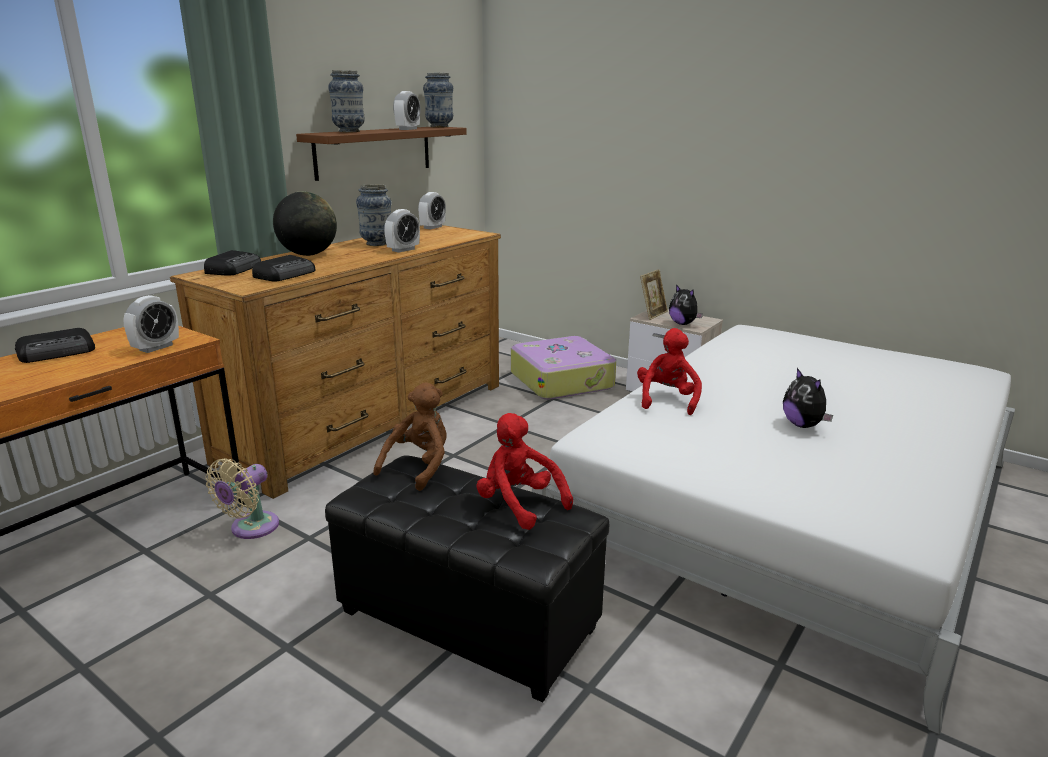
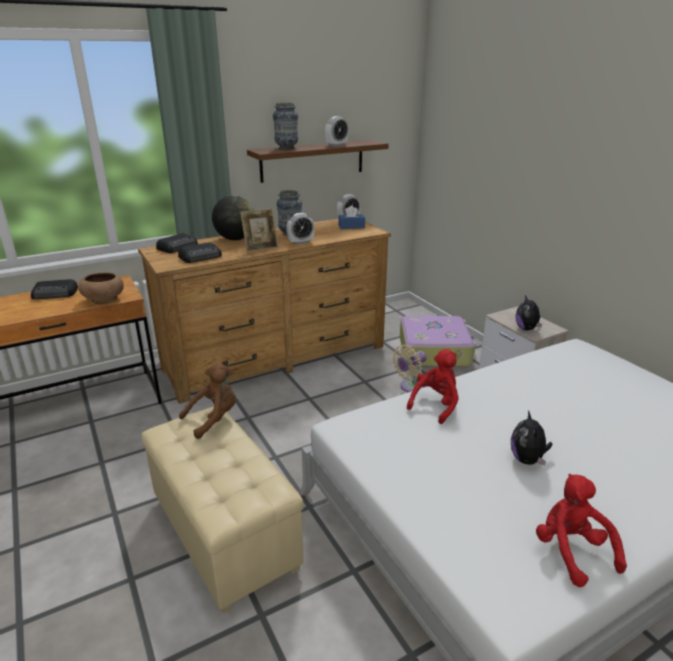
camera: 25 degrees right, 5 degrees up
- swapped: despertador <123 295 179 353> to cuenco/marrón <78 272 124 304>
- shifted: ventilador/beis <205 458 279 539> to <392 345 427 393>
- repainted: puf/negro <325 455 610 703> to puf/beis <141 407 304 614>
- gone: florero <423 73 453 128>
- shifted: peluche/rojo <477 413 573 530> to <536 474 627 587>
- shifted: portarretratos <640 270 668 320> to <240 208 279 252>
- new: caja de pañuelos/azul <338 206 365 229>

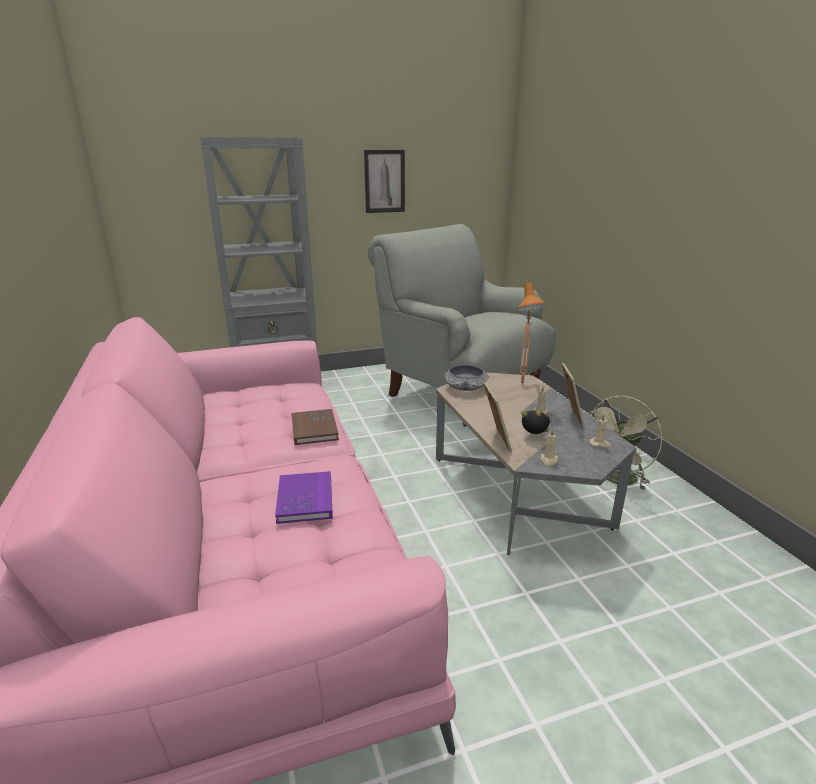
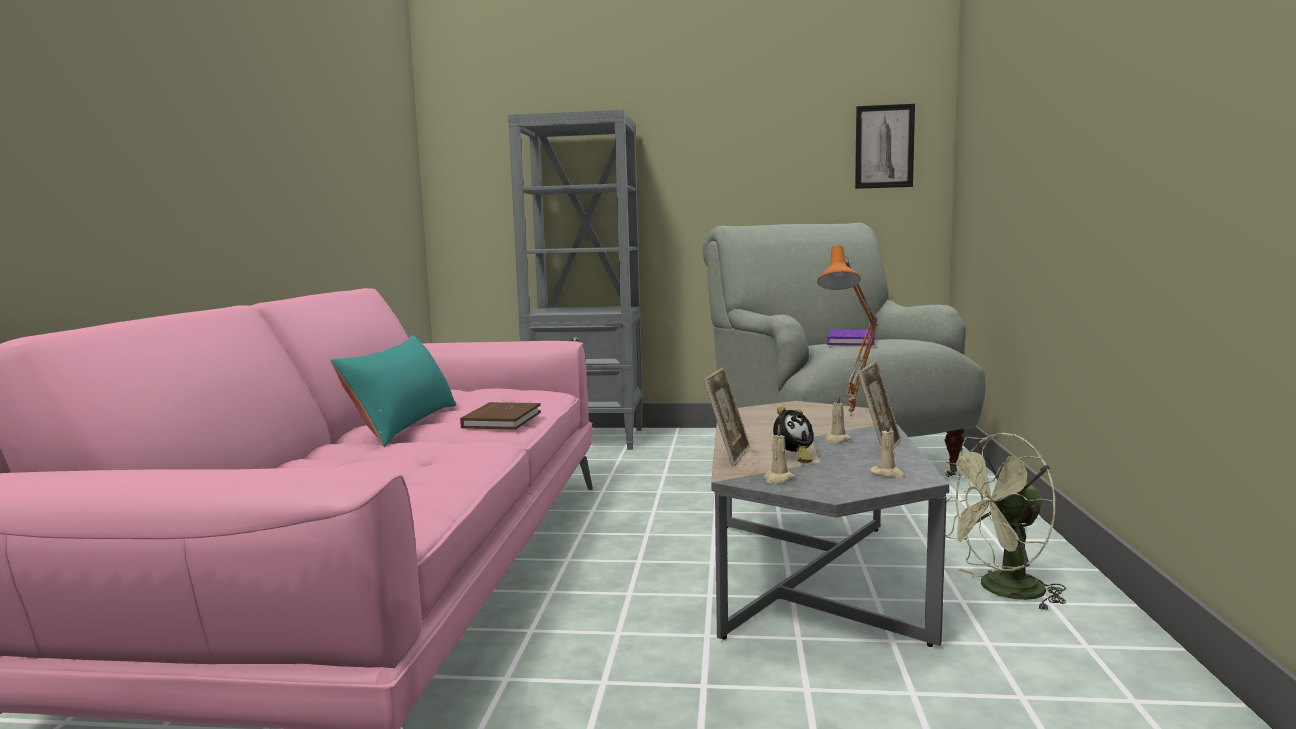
camera: 25 degrees right, 15 degrees down
- shifted: libro/morado <275 471 333 524> to <827 330 875 346>
- shifted: cuadro <364 150 405 213> to <855 104 915 189>
- gone: cuenco <444 365 489 391>
- rotated: despertador <521 410 550 434> = <773 406 814 463> 90 degrees clockwise
- new: cojín/turquesa <331 335 456 447>

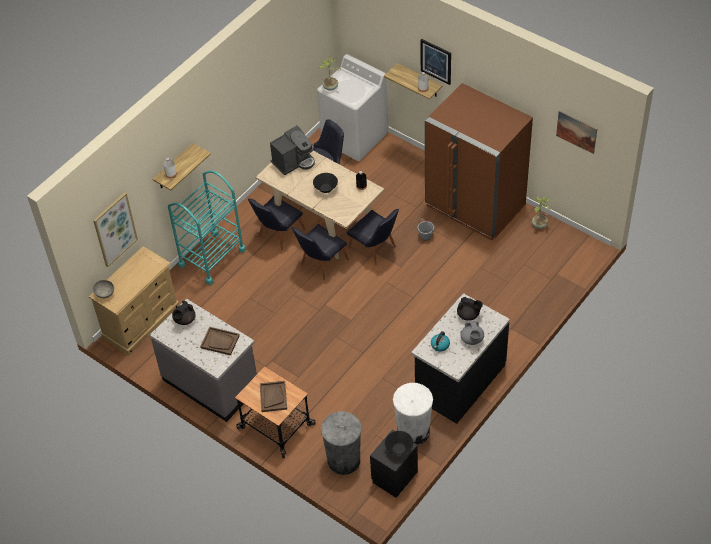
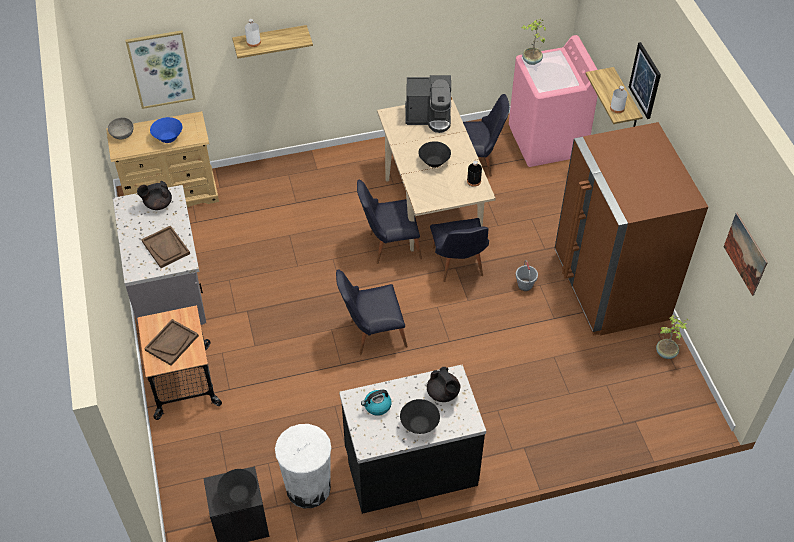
camera: 35 degrees right, 0 degrees up
- gone: carrito/turquesa <168 170 246 285>
- shifted: silla/negro <248 196 305 250> to <336 269 408 355>
- repainted: lavadora/blanco <317 54 389 161> to lavadora/rosa <509 35 598 167>
- gone: papelera/gris <321 411 361 475>
- swapped: tetera/gris <460 320 484 345> to cuenco/negro <400 399 440 434>
- new: cuenco/azul <150 117 182 143>

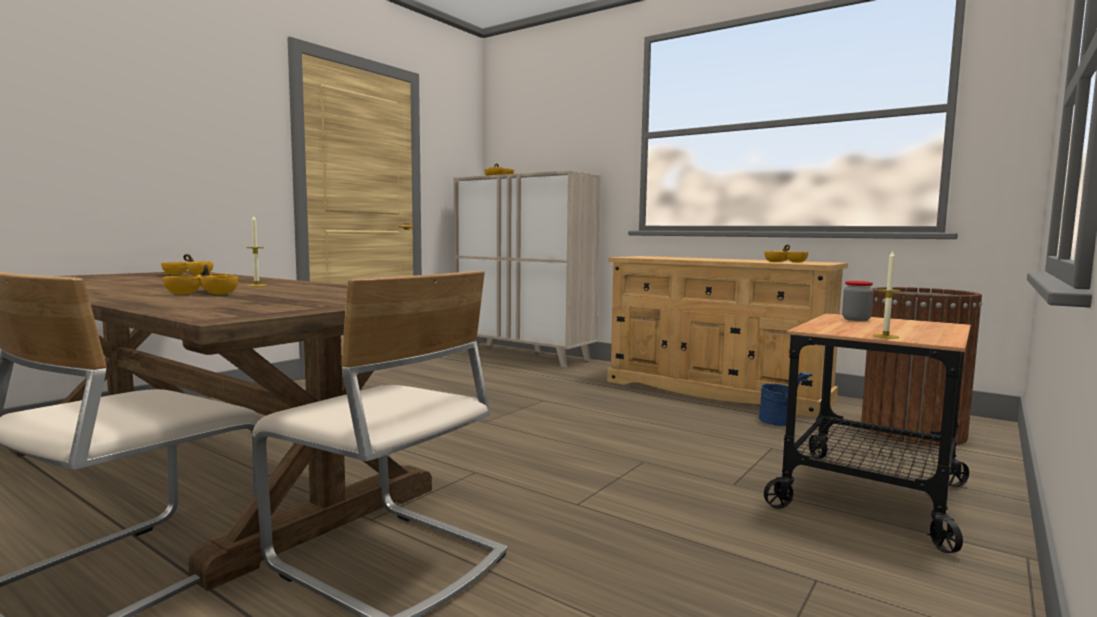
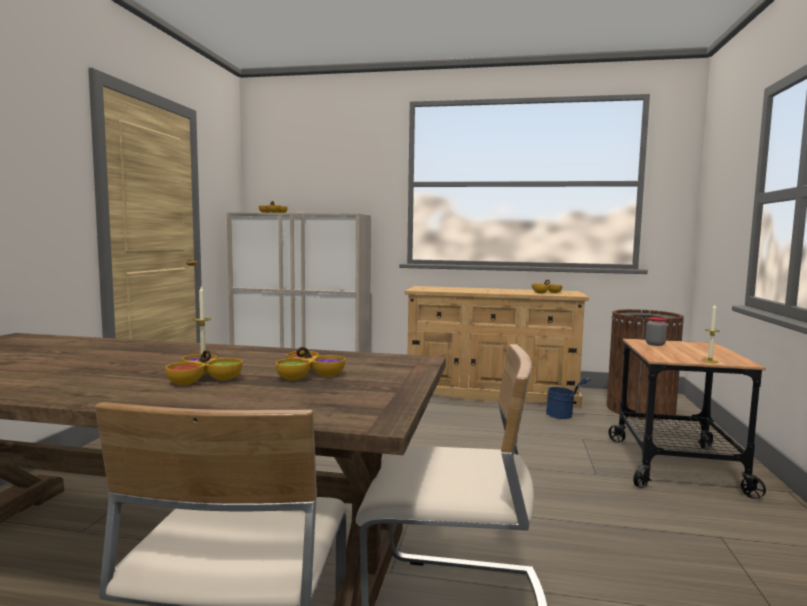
camera: 25 degrees left, 0 degrees up
- shifted: cuenco <161 254 213 275> to <276 347 345 380>

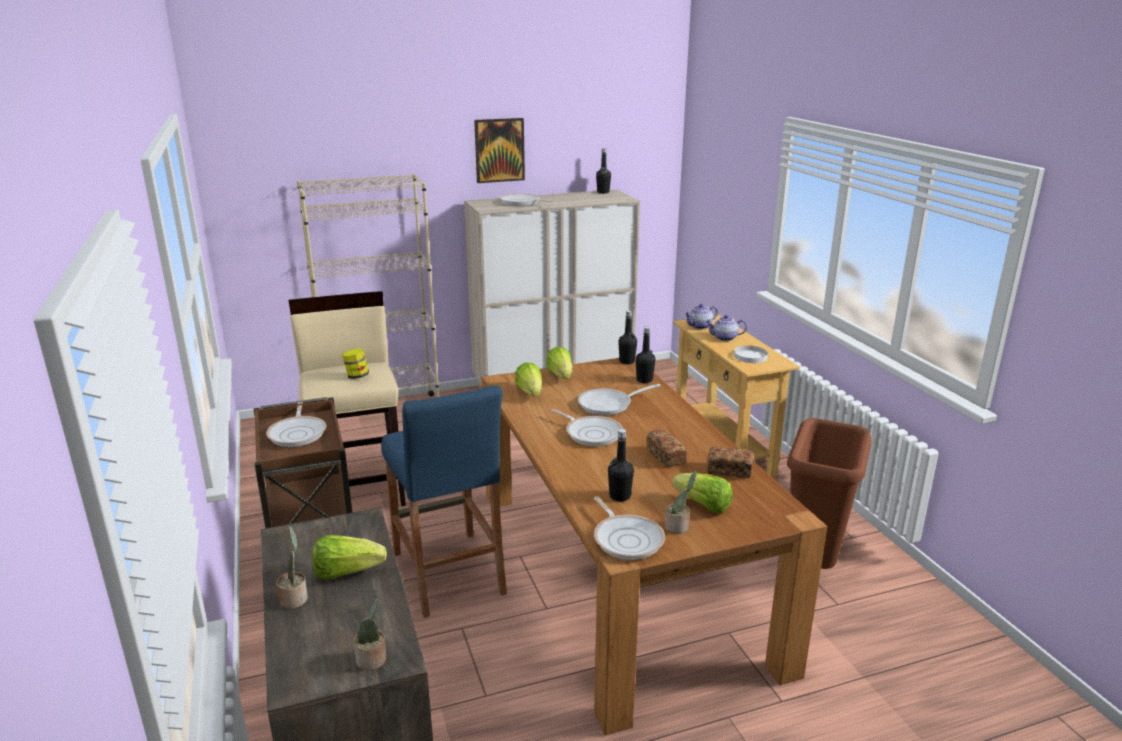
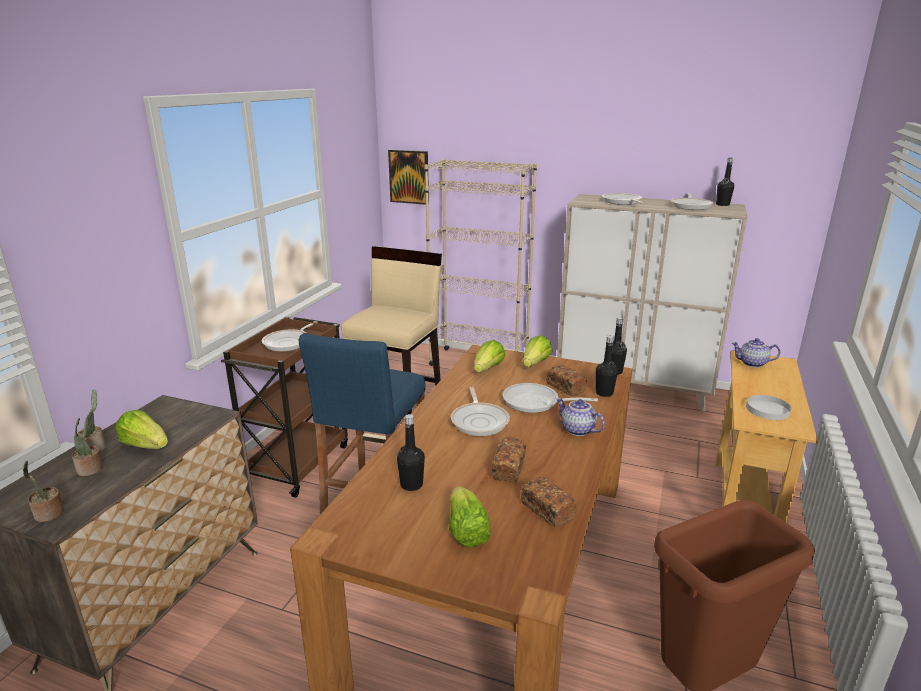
camera: 40 degrees right, 0 degrees up
- gone: tarro <342 349 369 379>
- shifted: cuadro <474 118 525 183> to <388 150 429 205>
- shifted: sartén <594 497 665 560> to <671 193 713 210>
- shifted: planta en maceta <665 471 697 533> to <72 418 103 476>
- shifted: tetera <705 315 747 341> to <556 398 605 436>
- new: pan <546 365 587 396>

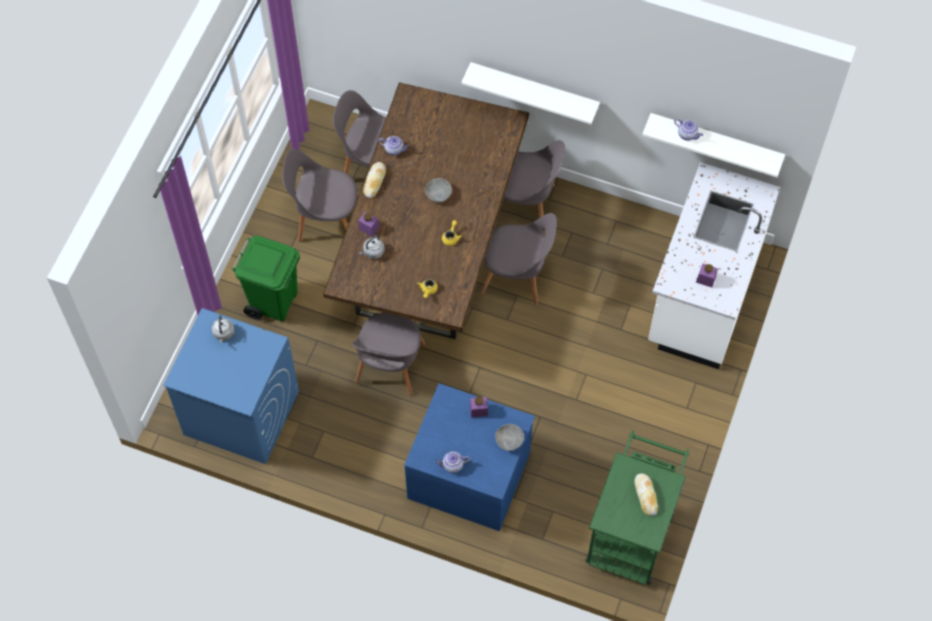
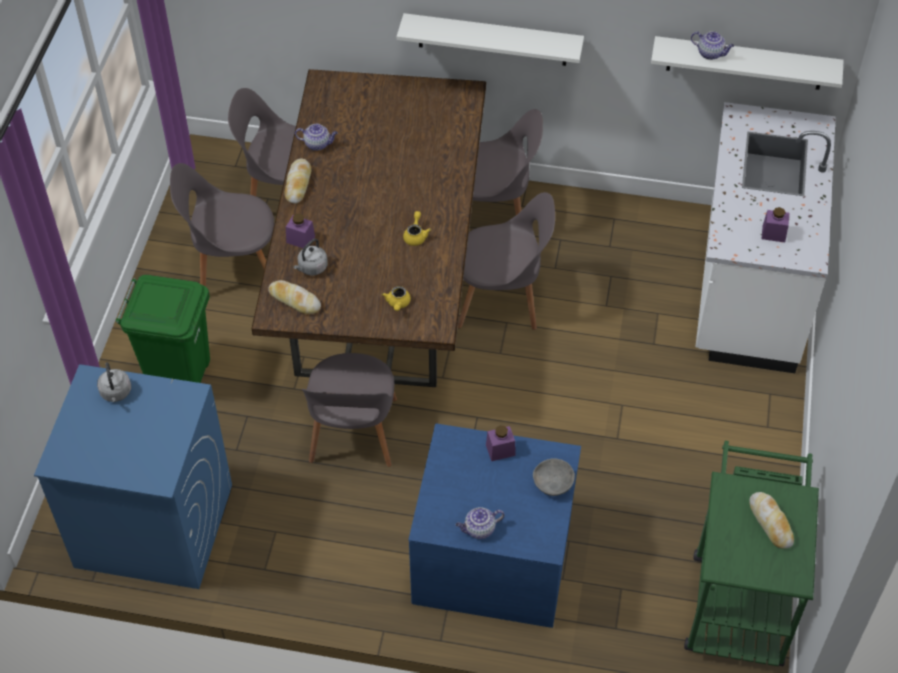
camera: 10 degrees left, 10 degrees down
- gone: cuenco/gris <425 178 452 202>
- new: pan <268 280 321 315>

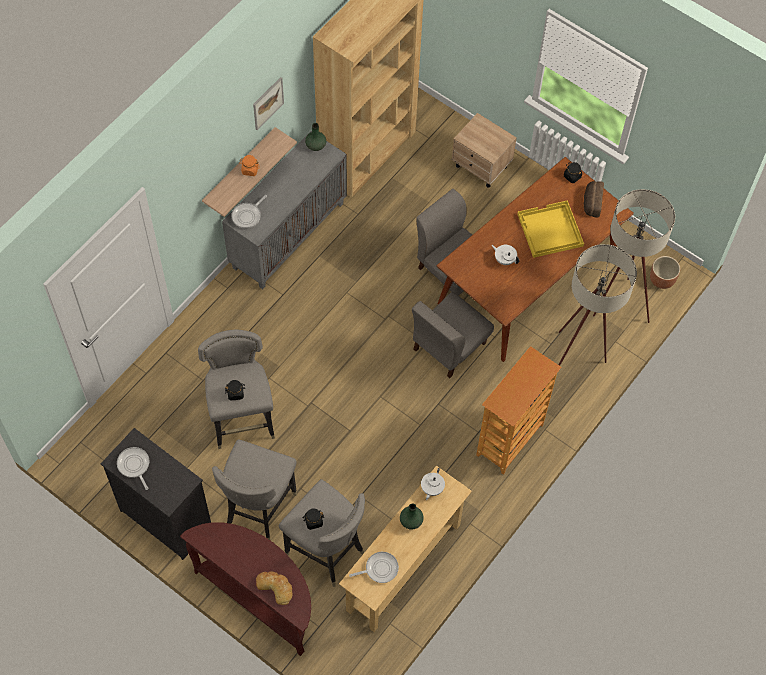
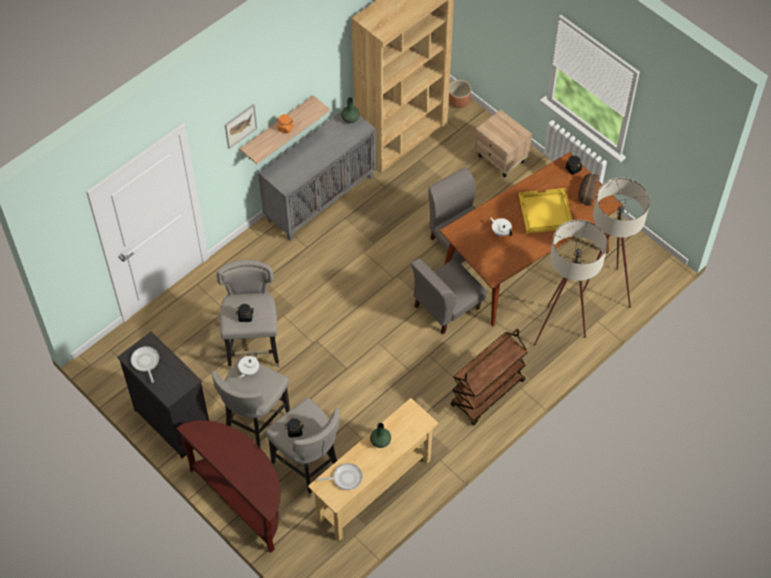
camera: 10 degrees right, 5 degrees down
- gone: sartén <231 195 267 229>
- shifted: cuadro <253 77 284 130> to <225 104 257 149>
- gone: pan <256 572 292 605>
- shifted: tetera/blanco <421 468 445 500> to <238 352 259 378>
- swapped: estantería <476 346 562 475> to carrito/marrón <451 329 528 425>
- shifted: maceta/marrón <650 256 680 289> to <449 80 471 108>

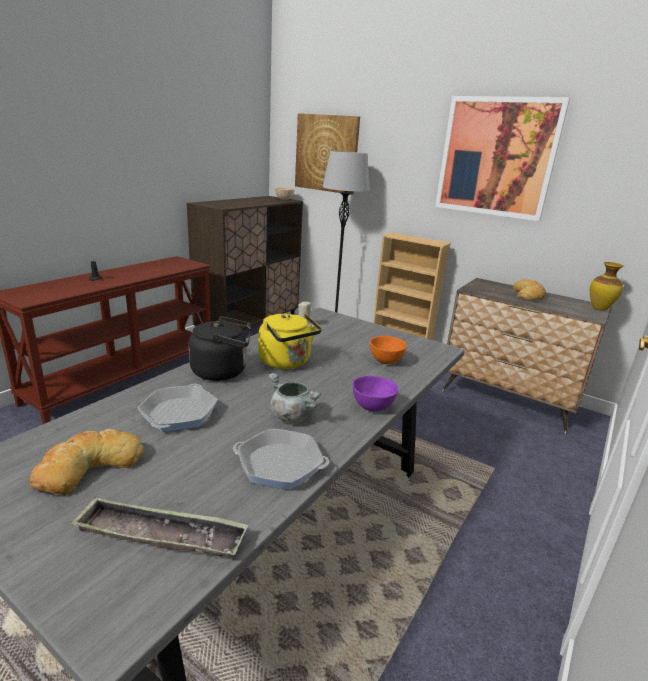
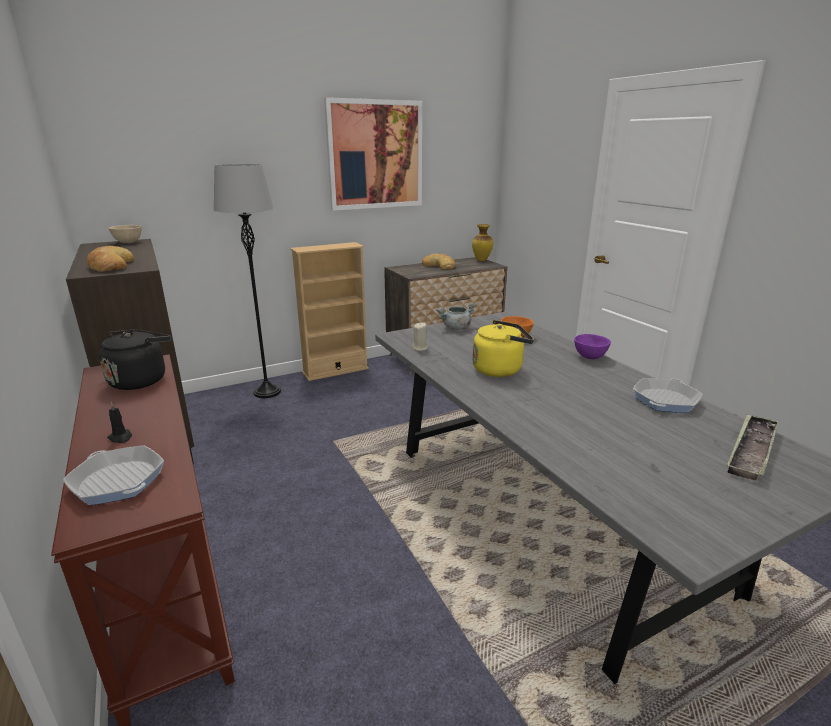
camera: 60 degrees left, 0 degrees up
- shifted: pan <29 429 144 495> to <86 246 134 272>
- shifted: sartén <138 384 218 432> to <63 445 164 505>
- shifted: hervidor/negro <189 316 251 381> to <99 329 171 390>
- shifted: olla/gris <268 373 321 422> to <436 303 476 330>
- gone: cuadro <295 113 360 195>

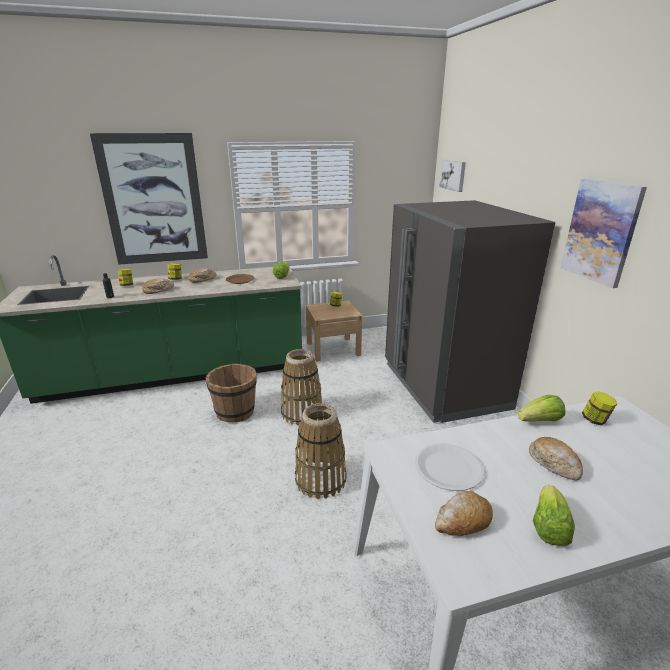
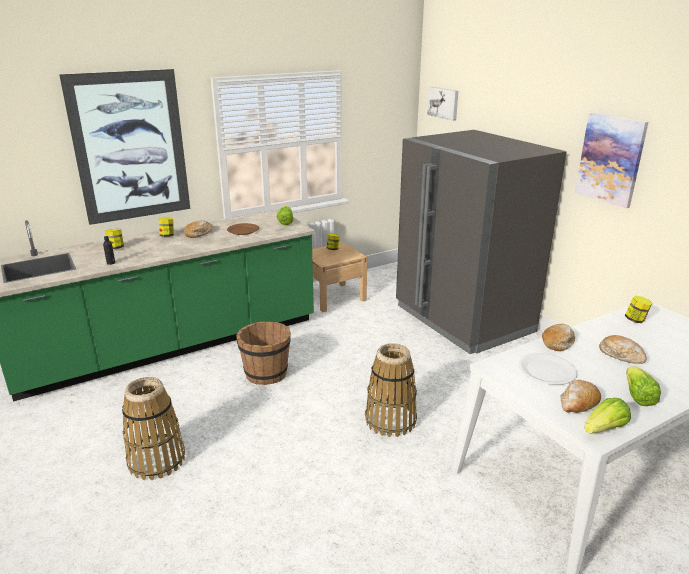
camera: 15 degrees left, 0 degrees up
- shifted: pan <142 278 174 294> to <542 324 575 351>
- shifted: cesta <281 349 322 426> to <122 377 185 480>
- shifted: lechuga <518 395 566 422> to <584 398 631 434>

